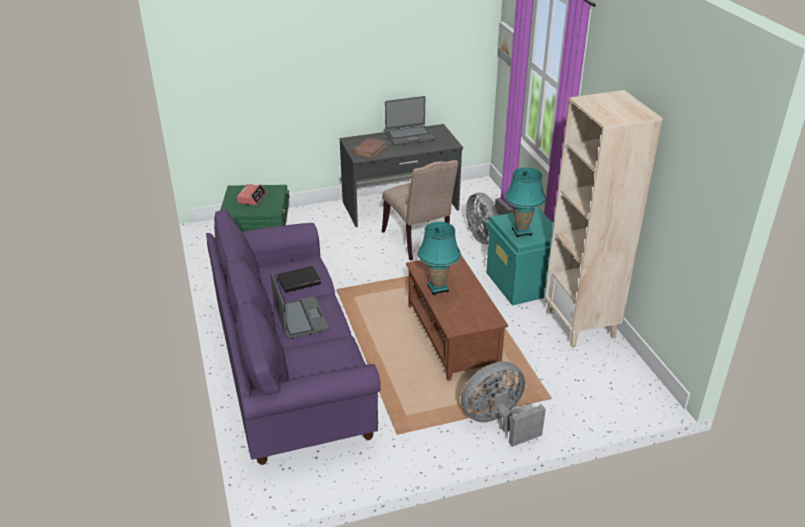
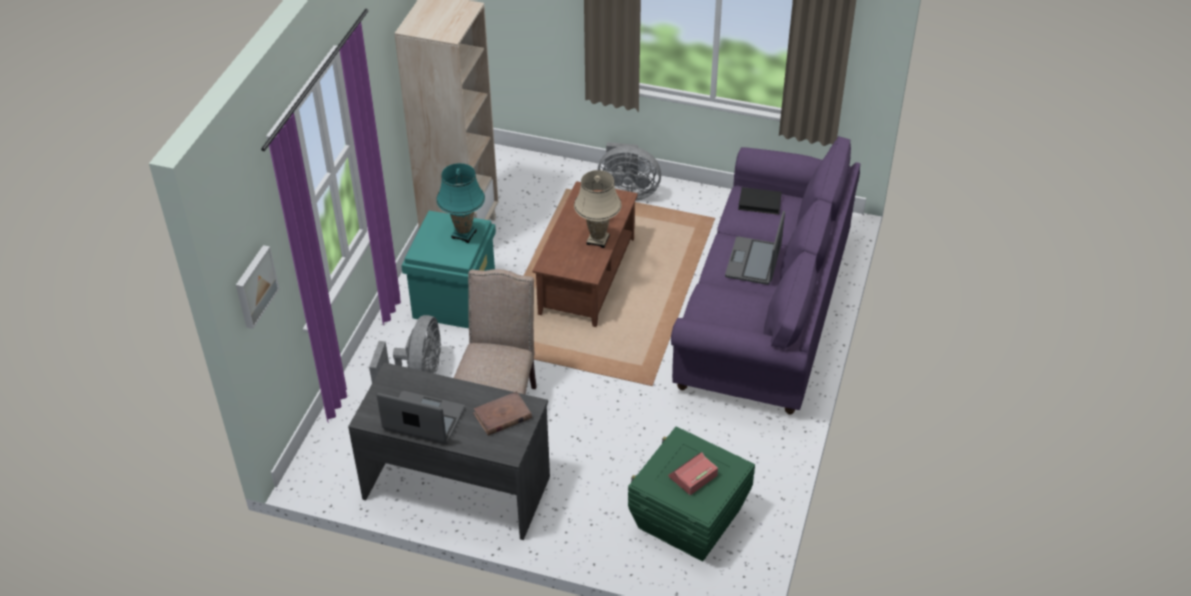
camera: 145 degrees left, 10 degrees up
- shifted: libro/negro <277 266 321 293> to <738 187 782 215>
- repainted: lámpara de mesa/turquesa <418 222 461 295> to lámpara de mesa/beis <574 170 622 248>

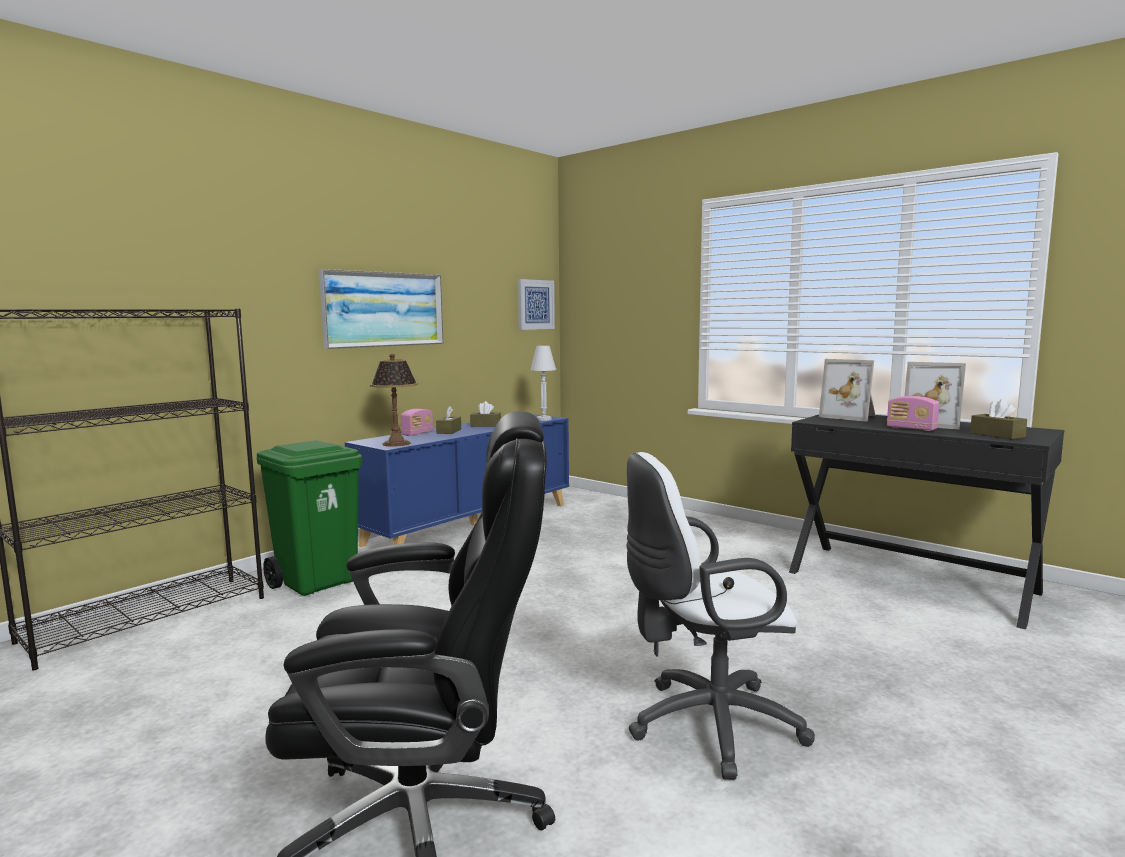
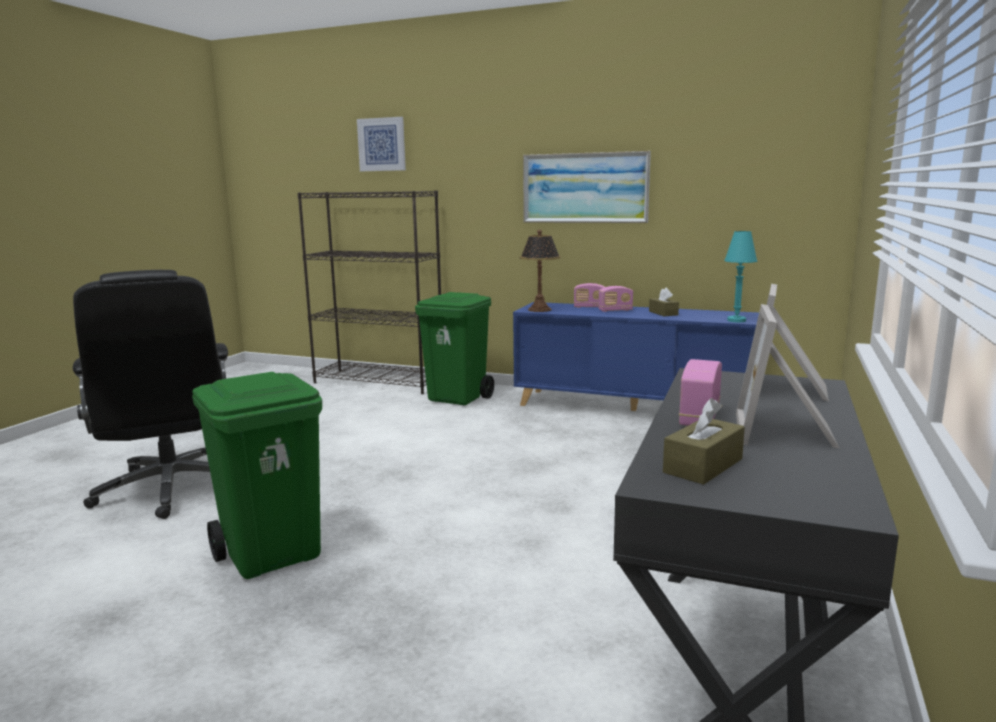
camera: 70 degrees right, 5 degrees up
- swapped: caja de pañuelos/marrón <436 406 461 434> to radio <598 286 633 312>
- shifted: cuadro <518 279 555 330> to <357 117 406 171>
- repainted: lámpara de mesa/blanco <530 345 556 421> to lámpara de mesa/turquesa <724 231 757 322>
- swapped: silla de oficina/blanco <626 452 815 780> to papelera/verde <192 372 322 579>

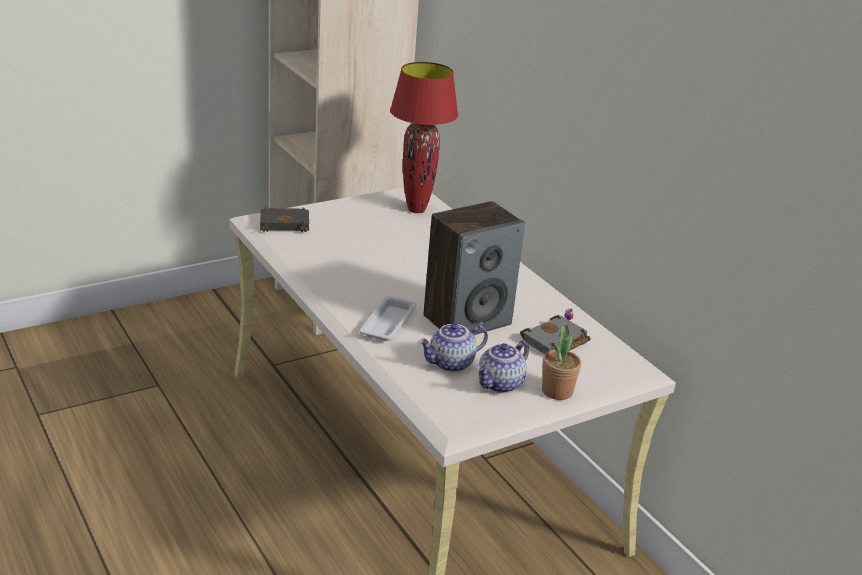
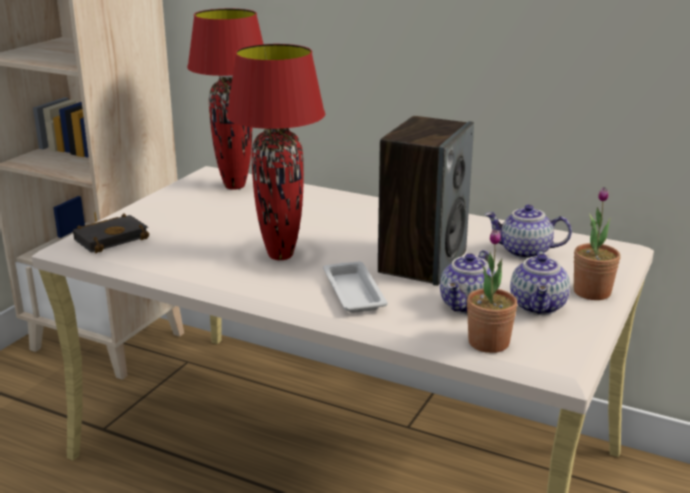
camera: 30 degrees left, 5 degrees down
- swapped: libro/gris <520 315 591 354> to tetera <485 205 572 259>
- new: lámpara de mesa/rojo <226 44 325 260>
- new: planta en maceta <467 228 517 353>

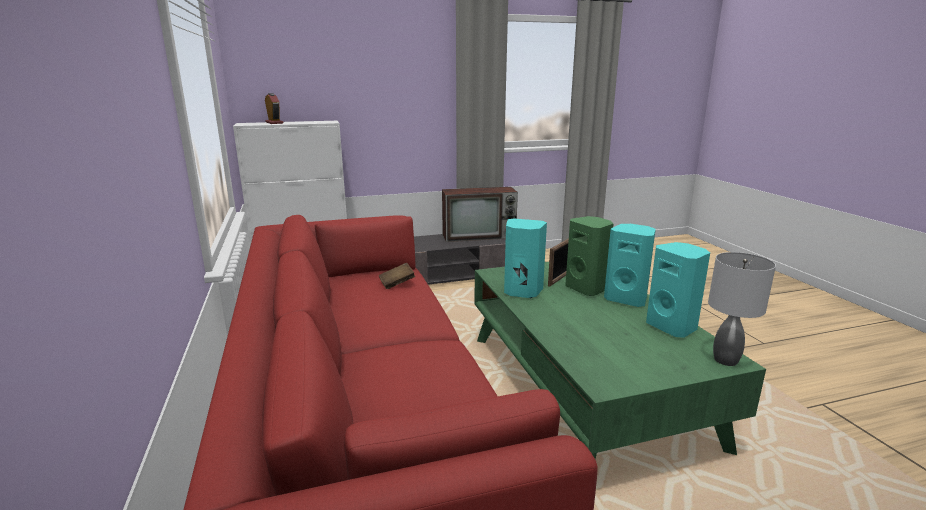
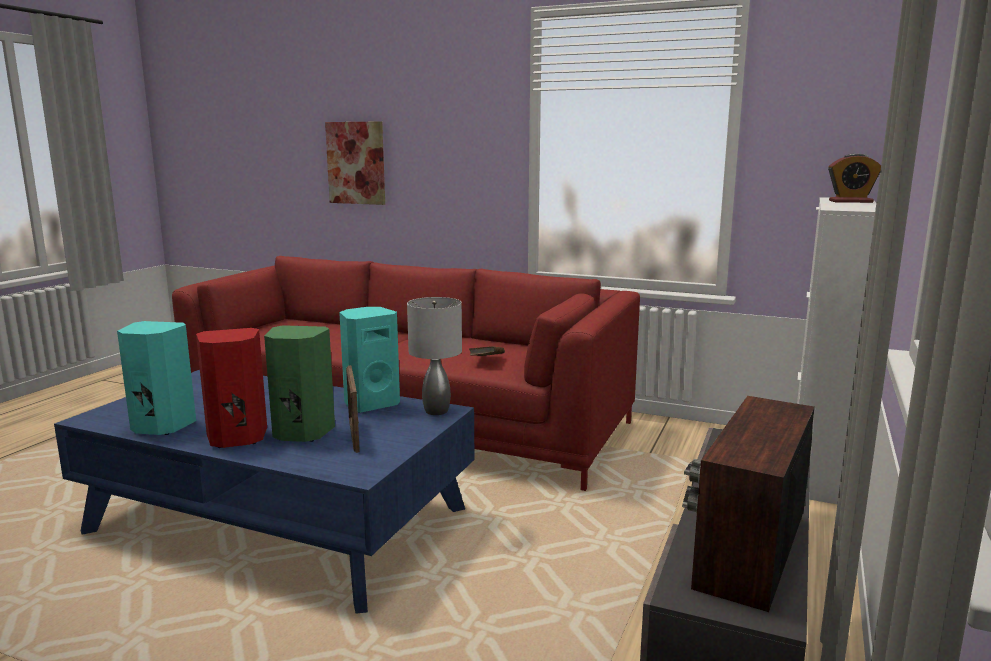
camera: 130 degrees right, 5 degrees down
- repainted: mesa de centro/verde <475 262 766 459> to mesa de centro/azul <54 370 474 614>
- repainted: altavoz/turquesa <604 224 656 307> to altavoz/rojo <196 328 267 448>
- shifted: lámpara de mesa/gris <708 252 776 366> to <407 297 462 415>
- new: cuadro <325 121 385 205>

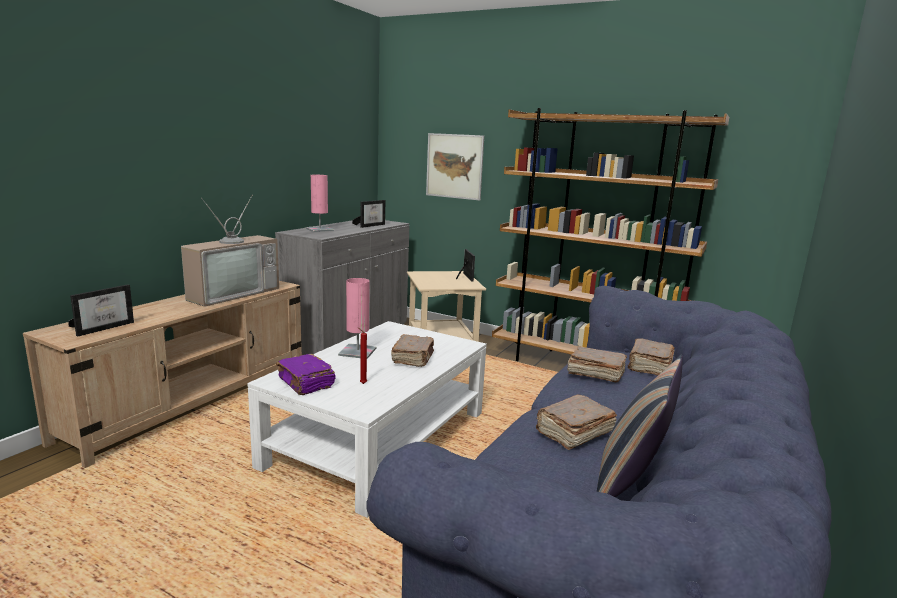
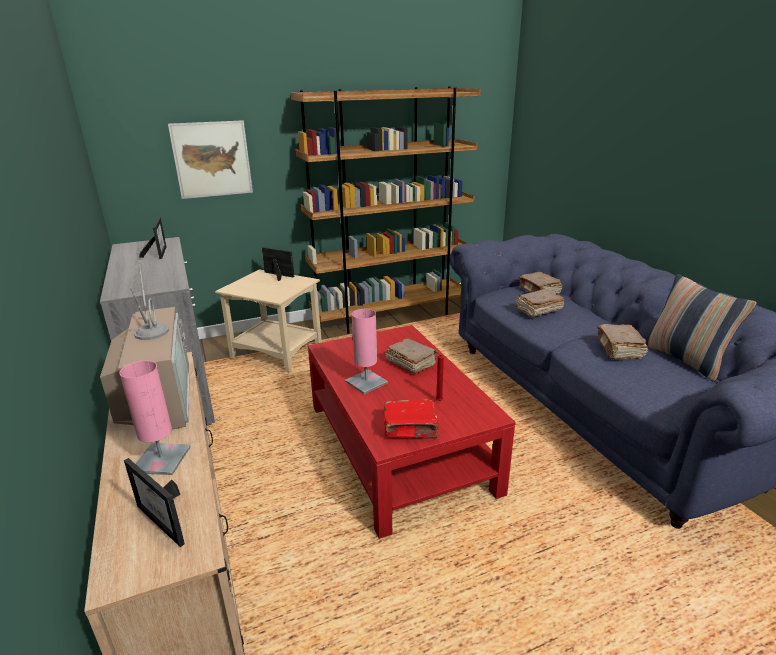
camera: 50 degrees left, 10 degrees up
- rotated: portarretratos <68 285 134 336> = <124 458 185 547> 150 degrees clockwise
- repainted: mesa de centro/blanco <247 321 487 518> to mesa de centro/rojo <308 325 516 539>
- repainted: libro/morado <276 354 336 395> to libro/rojo <384 399 439 438>
- shifted: lámpara de mesa/rosa <306 175 334 232> to <119 360 191 475>

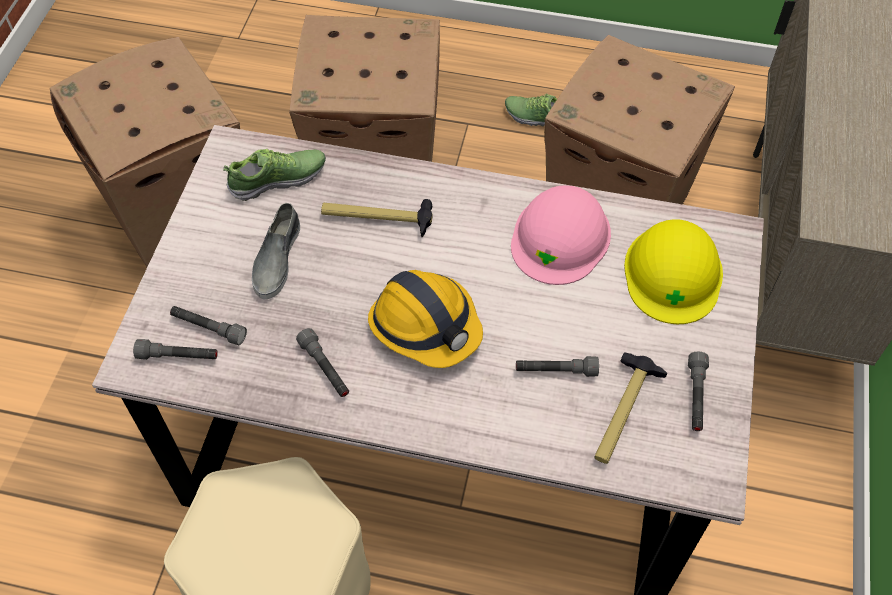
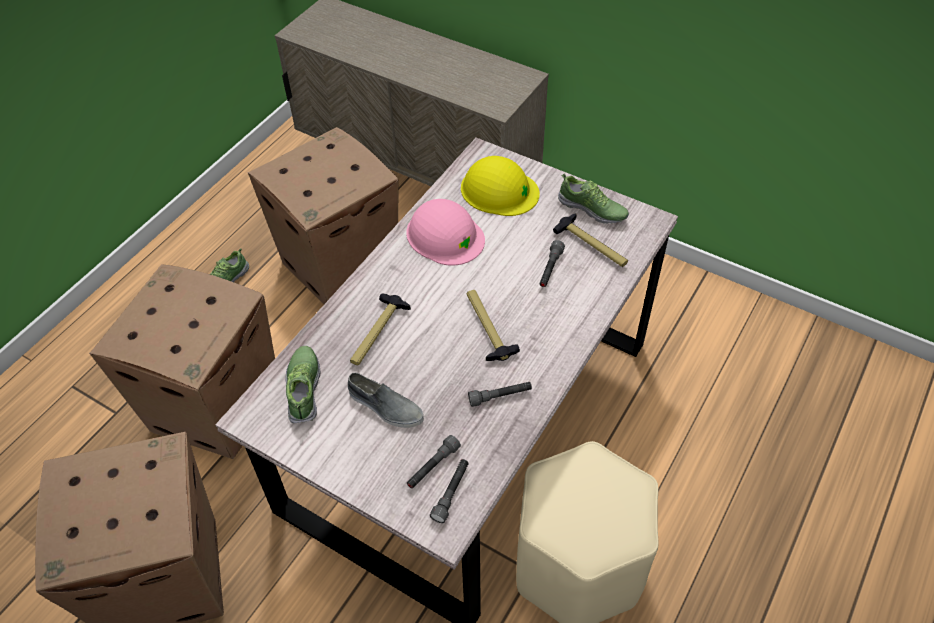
camera: 70 degrees left, 5 degrees down
- swapped: casco <368 270 483 368> to martillo <467 290 520 361>
- swapped: linterna/gris <688 352 709 431> to zapato <558 174 629 224>

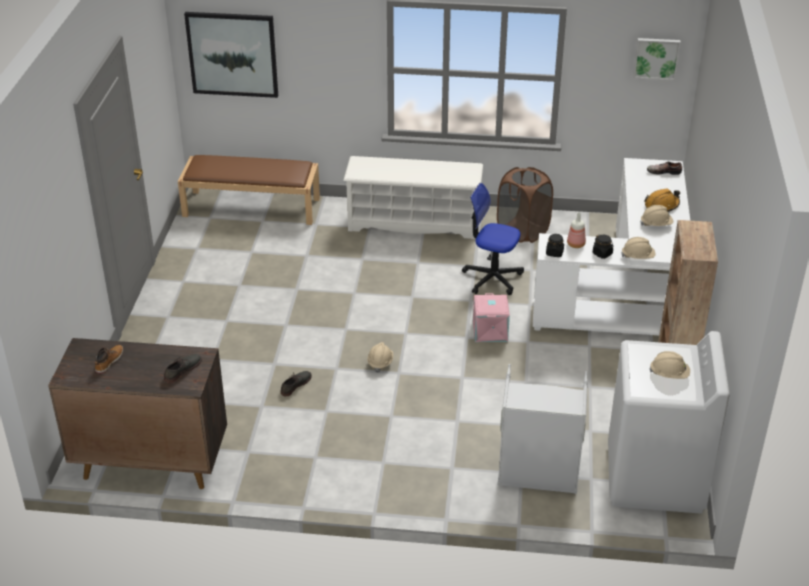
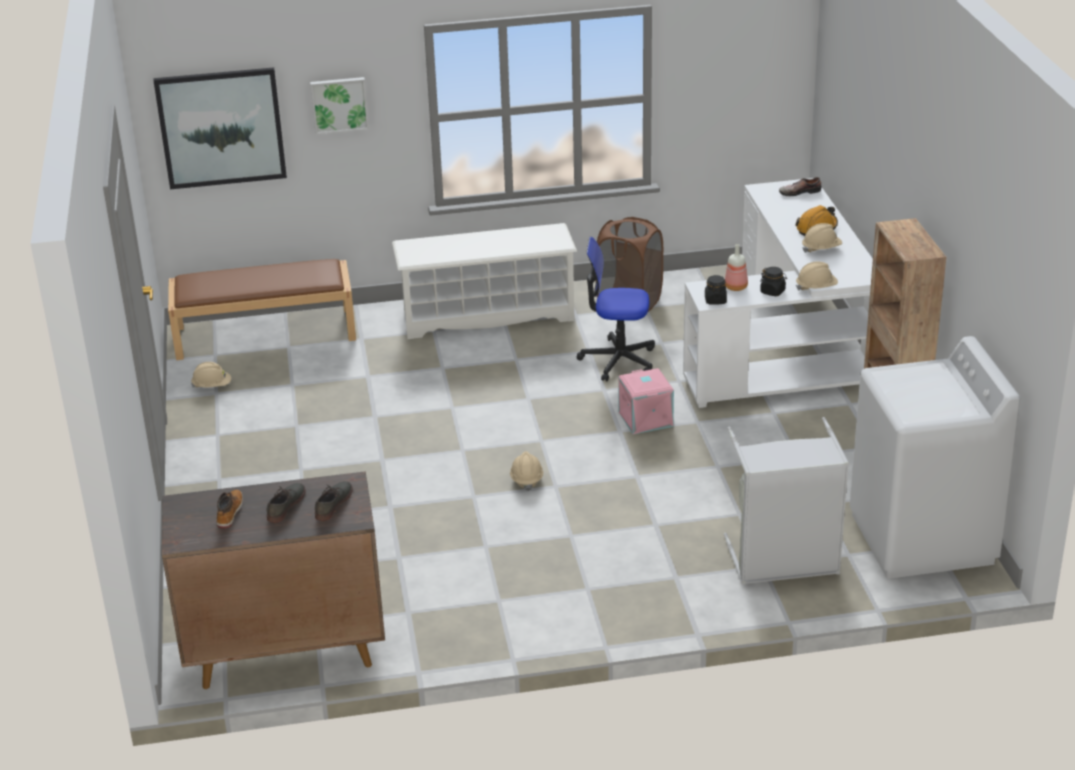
camera: 15 degrees left, 5 degrees down
- shifted: zapato/gris <281 371 312 396> to <267 483 306 523>
- shifted: cuadro <633 38 681 80> to <310 77 369 135>
- shifted: casco/beis <649 351 690 379> to <191 362 231 387>

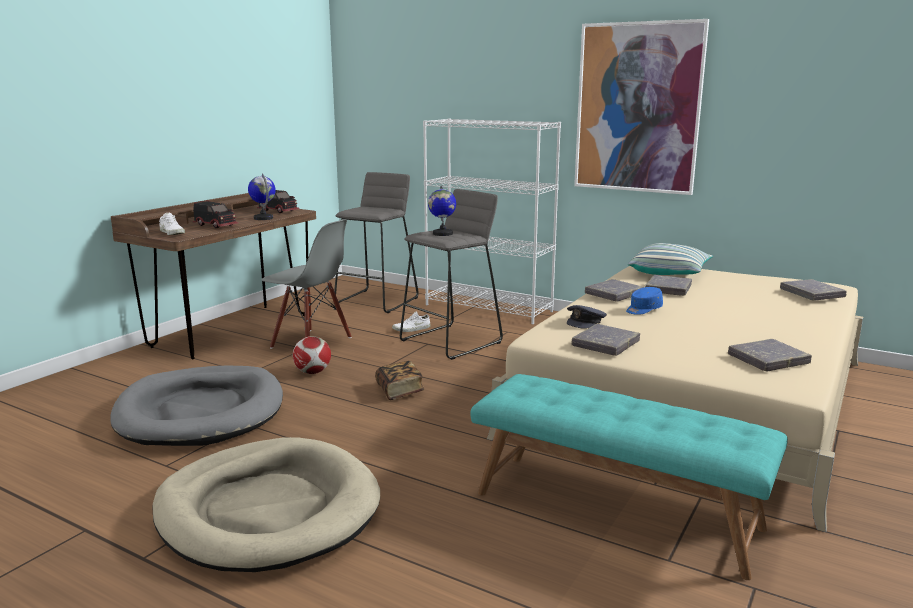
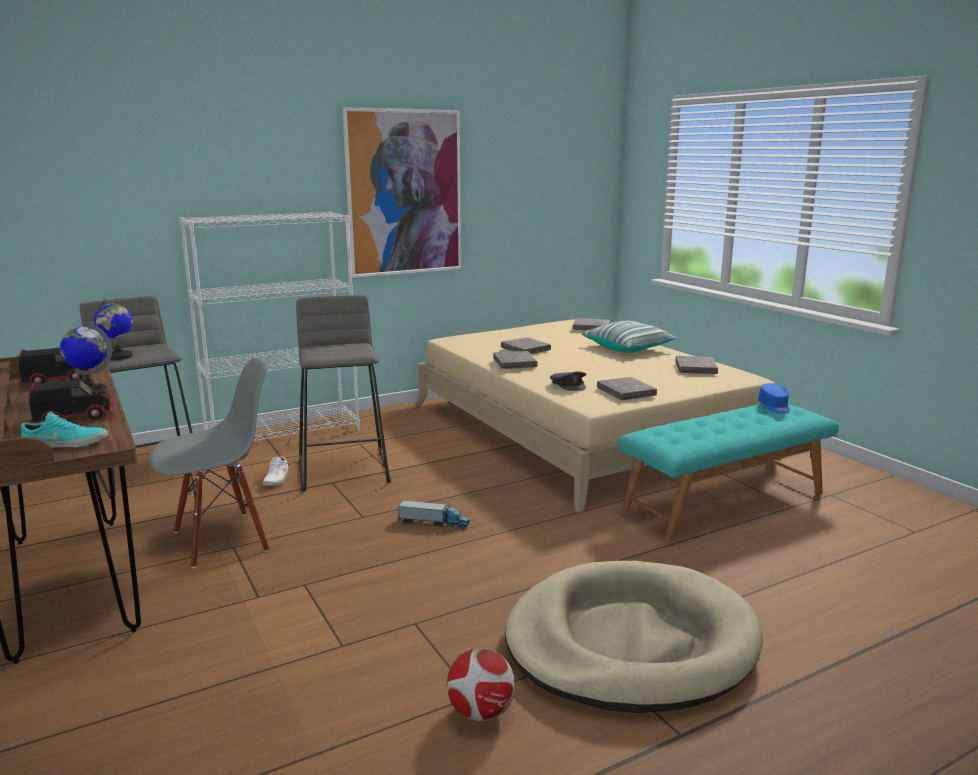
camera: 60 degrees left, 0 degrees up
- gone: cama para perro/gris <110 365 283 446>
- repainted: zapato/blanco <159 213 185 235> to zapato/turquesa <21 412 108 448>
- shifted: balón de fútbol <293 336 331 374> to <447 648 515 721>
- swapped: libro <375 361 425 400> to camión de juguete <398 500 470 529>
- shifted: globo terráqueo <428 185 456 236> to <94 299 133 360>
- shifted: gorra/azul <626 287 663 315> to <758 383 790 413>
- shifted: cojín <628 243 713 275> to <582 321 677 353>

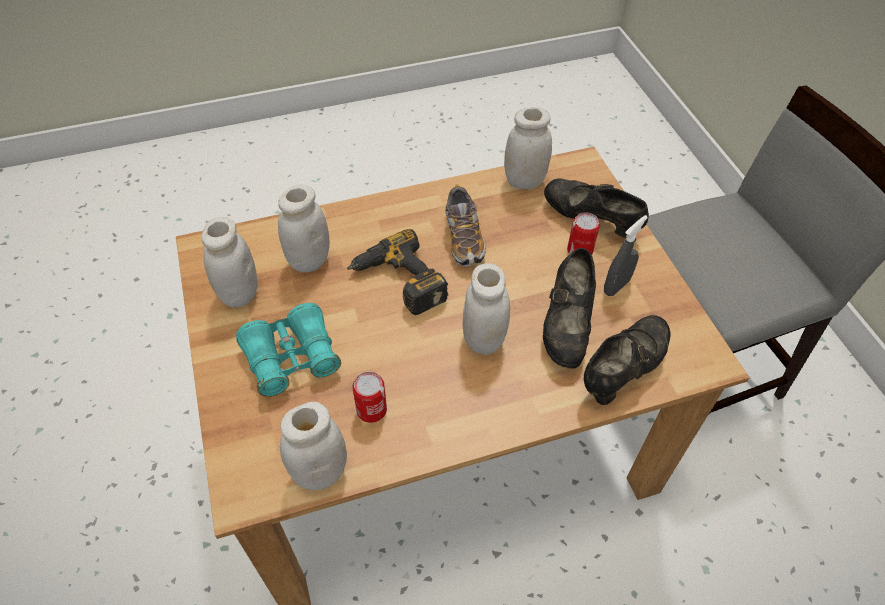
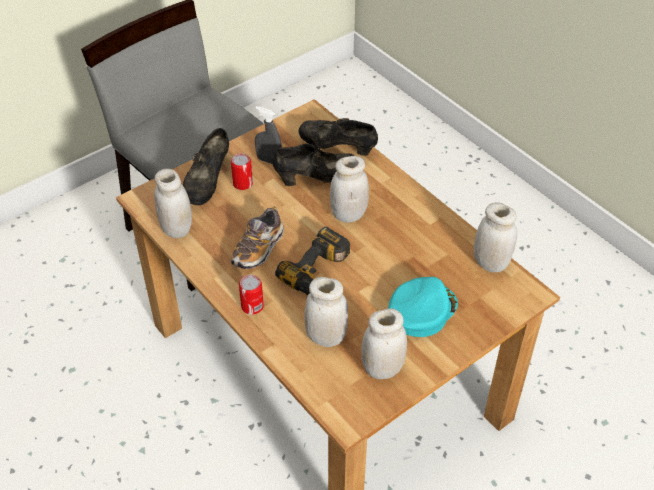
camera: 110 degrees left, 5 degrees down
- swapped: prismáticos/turquesa <236 303 341 397> to gorra/turquesa <388 277 458 337>
- shifted: lata <352 372 387 423> to <239 275 264 315>
- rotated: zapato <445 184 486 266> = <231 207 284 269> 150 degrees clockwise

